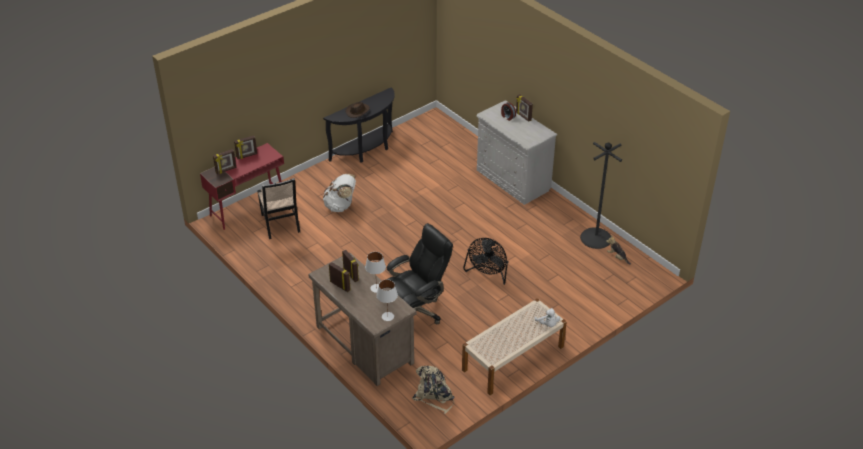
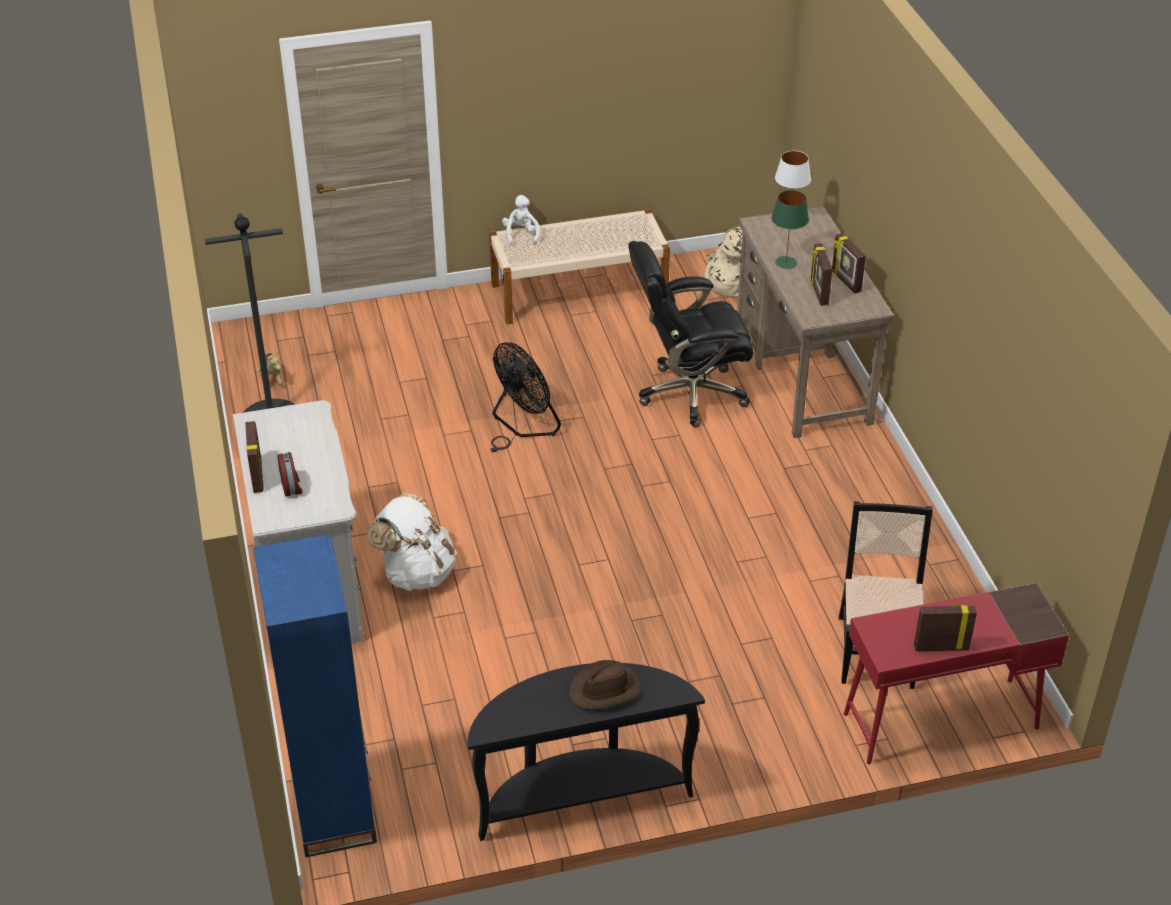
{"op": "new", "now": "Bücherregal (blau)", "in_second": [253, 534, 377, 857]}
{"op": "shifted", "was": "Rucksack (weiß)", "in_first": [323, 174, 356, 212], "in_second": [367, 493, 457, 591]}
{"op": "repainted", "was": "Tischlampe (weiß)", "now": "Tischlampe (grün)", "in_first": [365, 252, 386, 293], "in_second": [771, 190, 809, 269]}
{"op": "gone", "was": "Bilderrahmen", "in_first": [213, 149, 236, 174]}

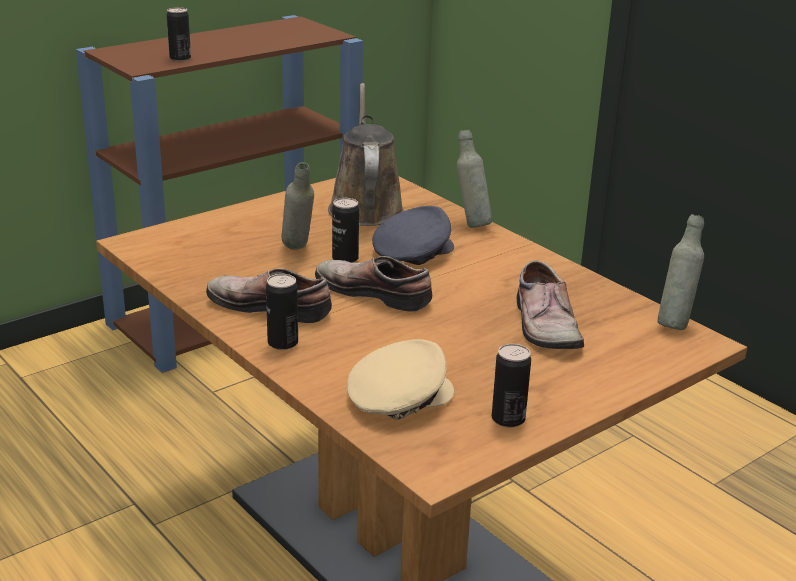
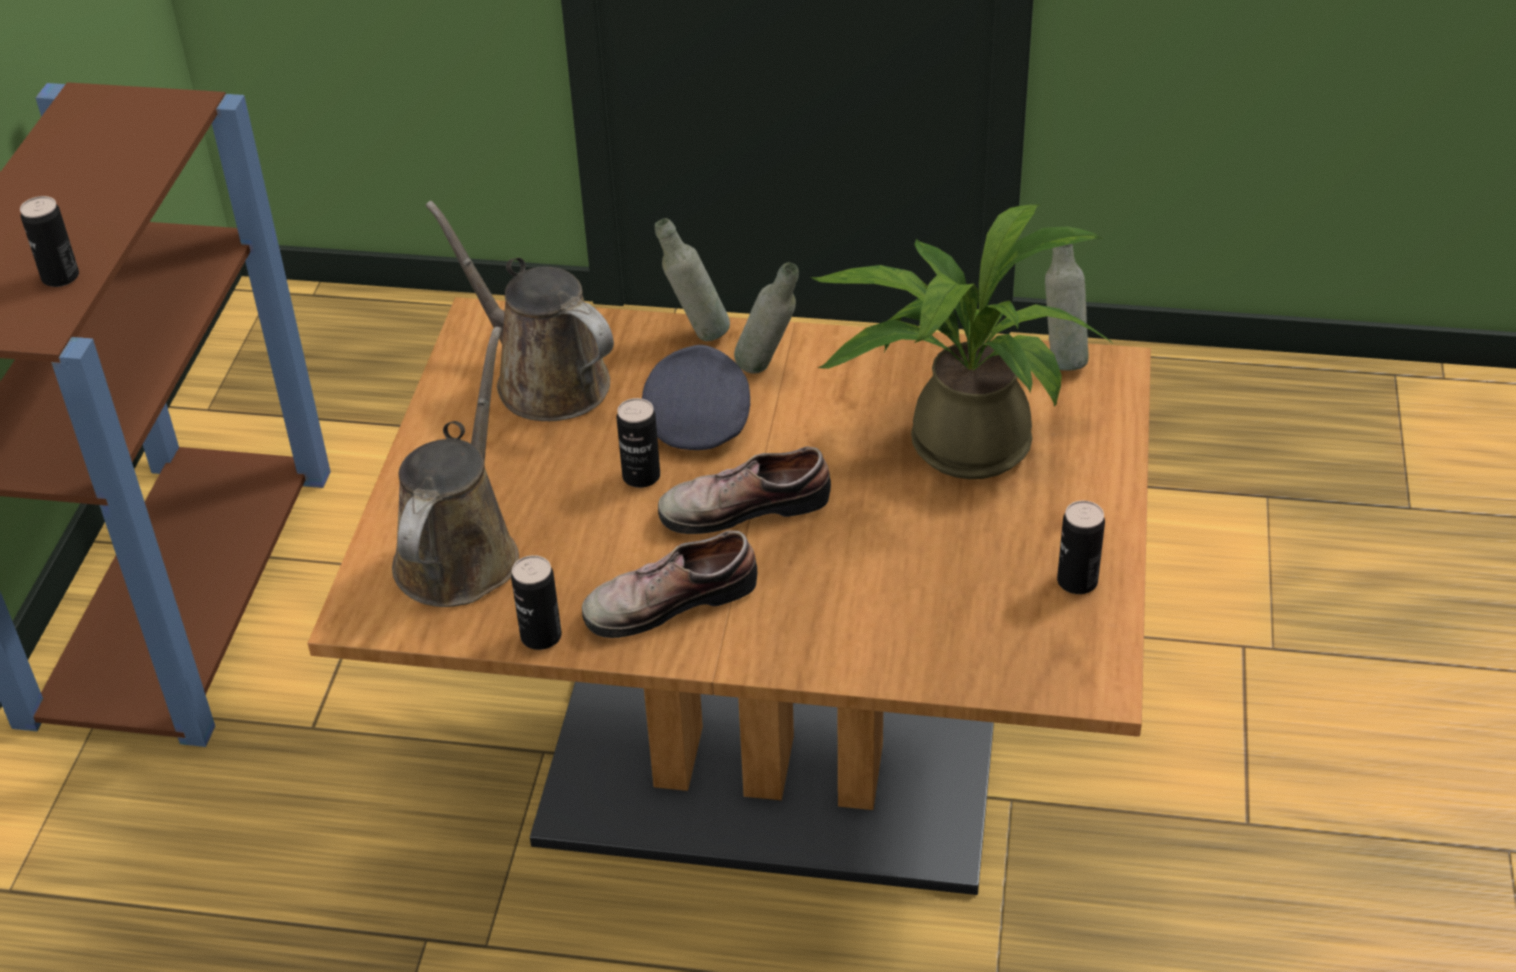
{"op": "new", "now": "Gießkanne (braun)", "in_second": [392, 327, 519, 607]}
{"op": "shifted", "was": "Dose", "in_first": [266, 274, 298, 350], "in_second": [511, 555, 562, 650]}
{"op": "shifted", "was": "Flasche (grau)", "in_first": [281, 162, 314, 250], "in_second": [734, 262, 799, 374]}
{"op": "swapped", "was": "Schuh", "now": "Topfpflanze", "in_first": [517, 261, 584, 349], "in_second": [811, 204, 1114, 479]}
{"op": "gone", "was": "Kappe (beige)", "in_first": [347, 339, 454, 420]}

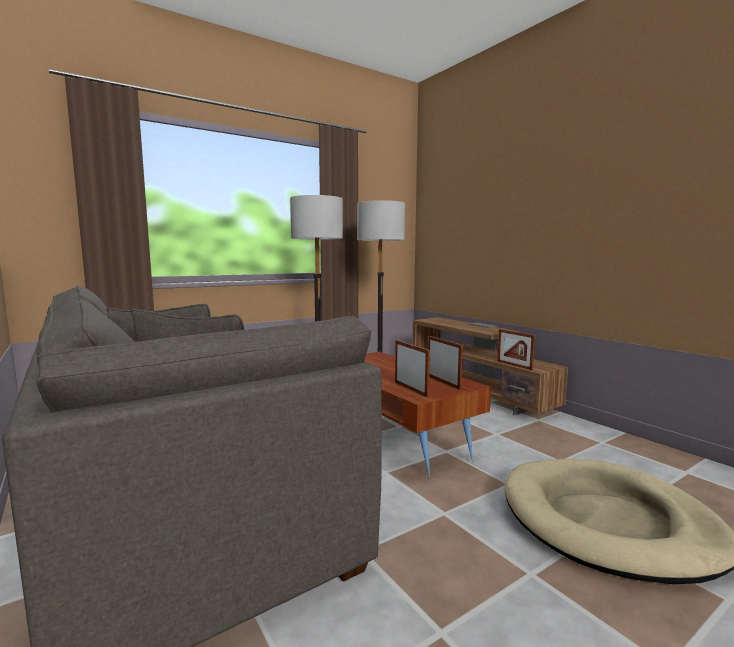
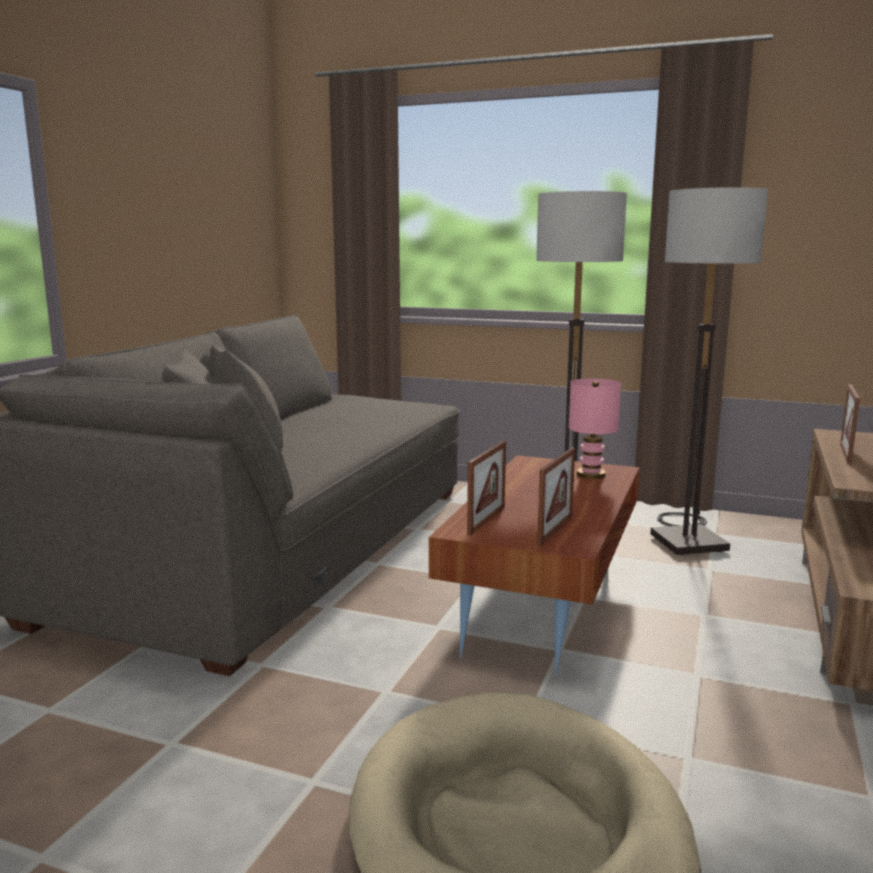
{"op": "new", "now": "Tischlampe (rosa)", "in_second": [569, 378, 621, 479]}
{"op": "shifted", "was": "Bilderrahmen", "in_first": [497, 329, 535, 370], "in_second": [840, 384, 860, 464]}

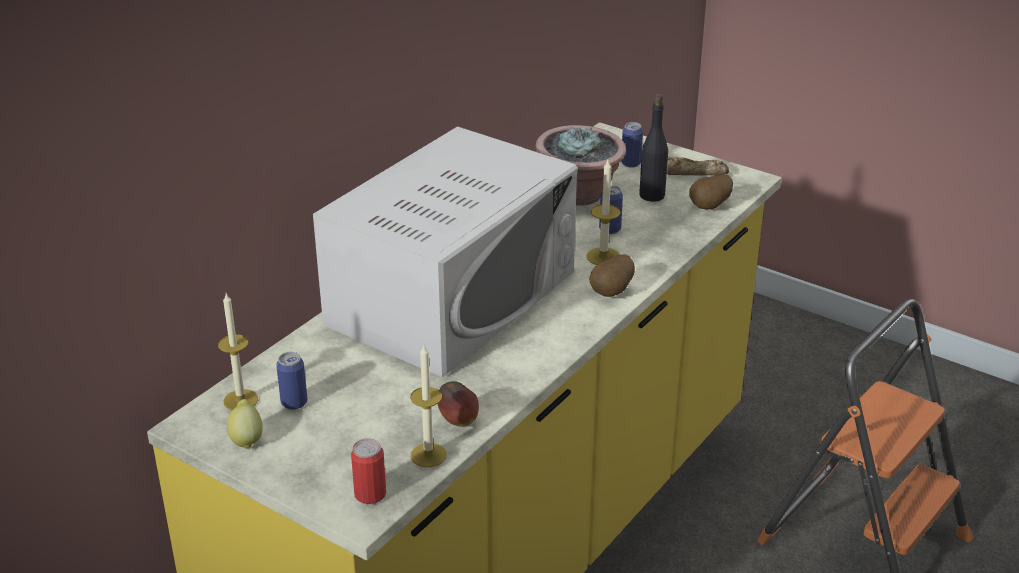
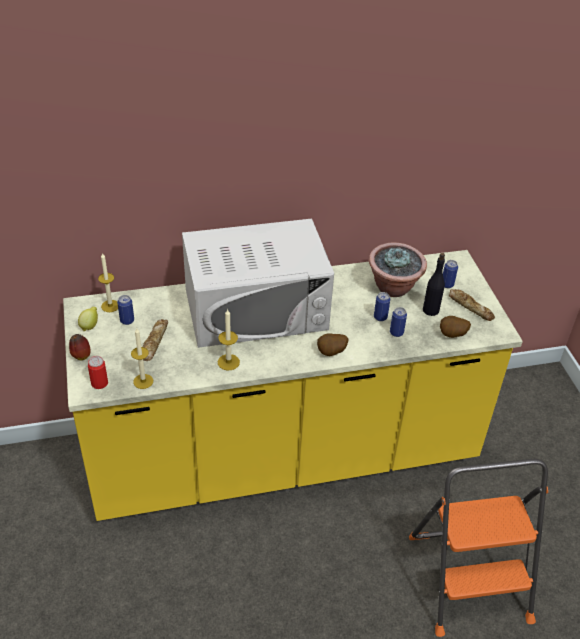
{"op": "shifted", "was": "Apfel", "in_first": [438, 381, 479, 427], "in_second": [69, 334, 91, 360]}
{"op": "new", "now": "Brot", "in_second": [143, 319, 168, 361]}
{"op": "shifted", "was": "Kerze", "in_first": [587, 160, 620, 265], "in_second": [218, 309, 240, 370]}
{"op": "new", "now": "Dose", "in_second": [390, 307, 407, 337]}

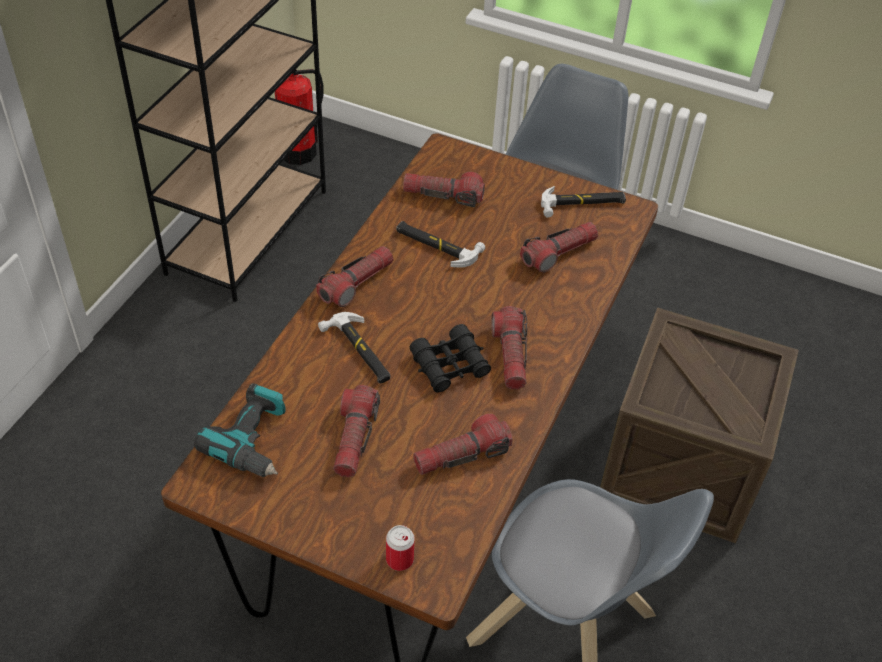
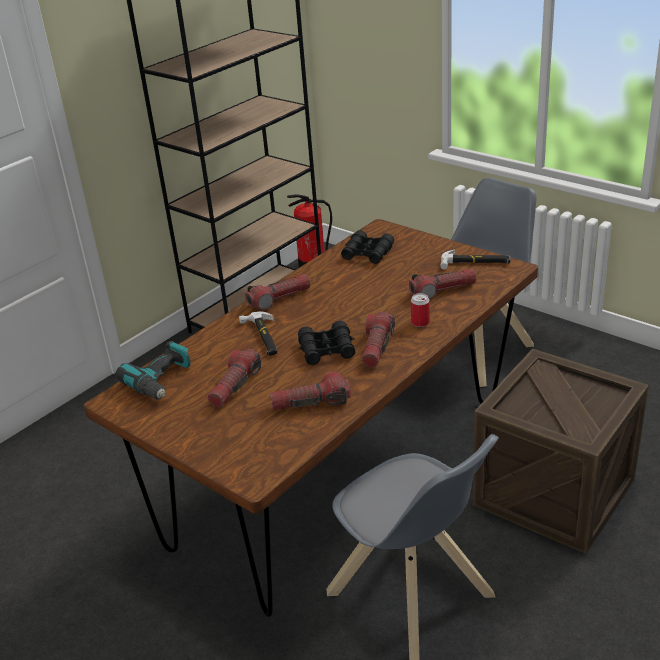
{"op": "swapped", "was": "Taschenlampe", "now": "Fernglas (schwarz)", "in_first": [403, 172, 485, 207], "in_second": [341, 230, 394, 264]}
{"op": "shifted", "was": "Dose", "in_first": [386, 525, 415, 571], "in_second": [411, 293, 430, 327]}
{"op": "gone", "was": "Hammer", "in_first": [396, 221, 485, 268]}

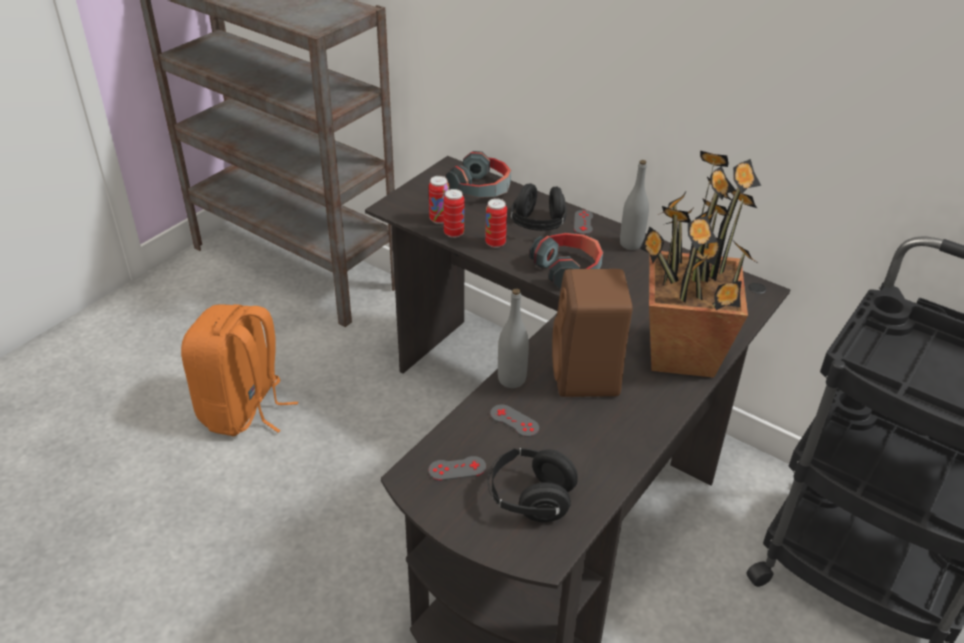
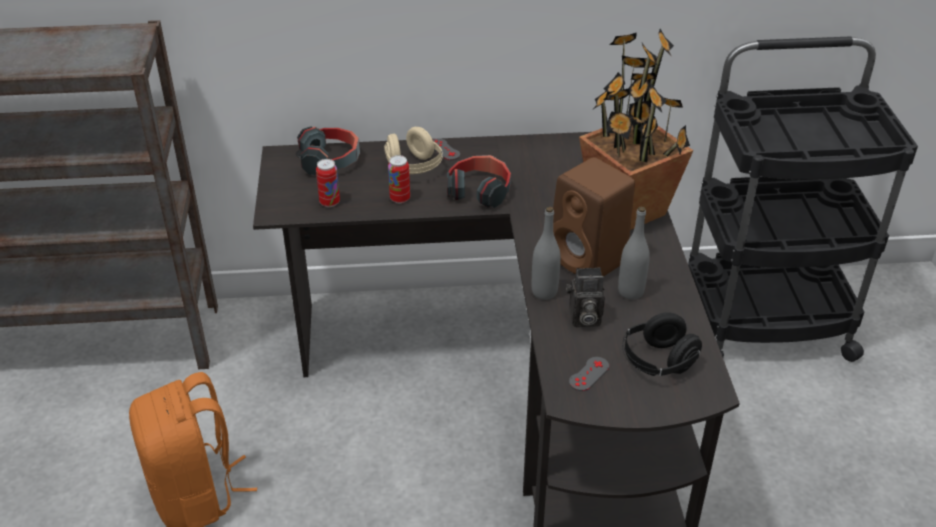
{"op": "repainted", "was": "Kopfhörer (schwarz)", "now": "Kopfhörer (beige)", "in_first": [511, 183, 567, 231], "in_second": [384, 127, 443, 174]}
{"op": "swapped", "was": "Gamepad (grau)", "now": "Kamera", "in_first": [490, 405, 539, 437], "in_second": [567, 267, 605, 327]}
{"op": "shifted", "was": "Flasche (grau)", "in_first": [620, 160, 649, 250], "in_second": [618, 206, 650, 300]}
{"op": "gone", "was": "Dose", "in_first": [443, 189, 464, 238]}

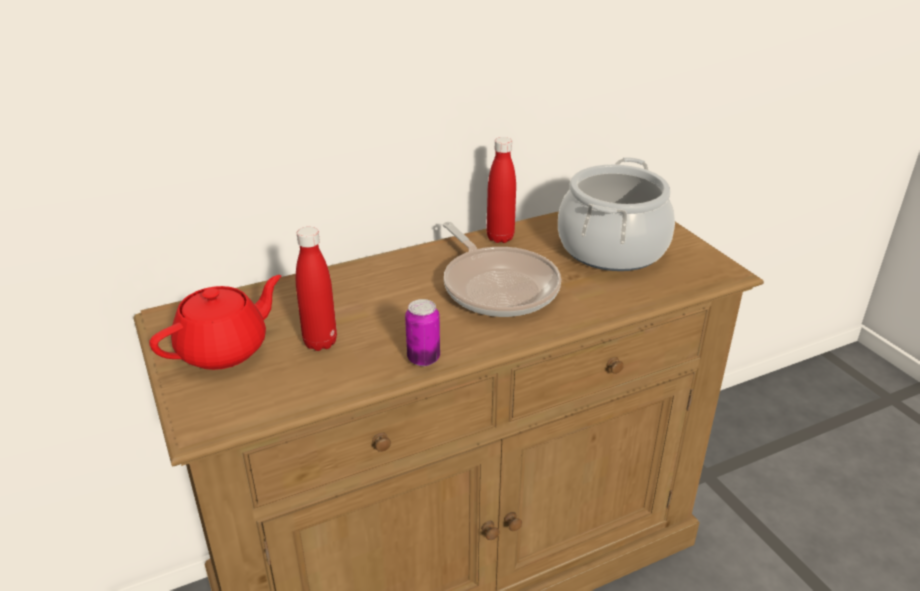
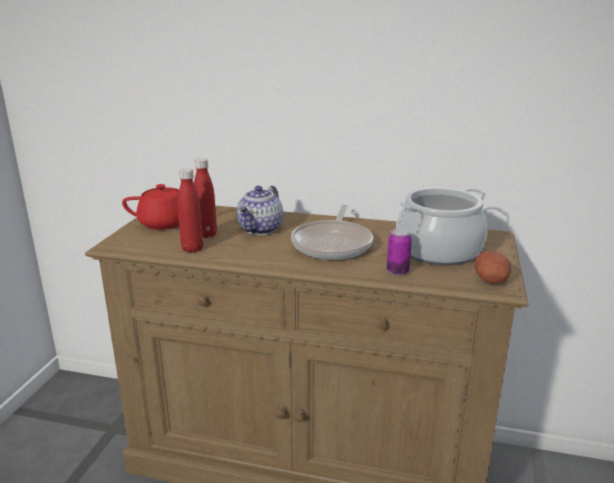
{"op": "shifted", "was": "Flasche (rot)", "in_first": [487, 137, 516, 243], "in_second": [178, 168, 203, 252]}
{"op": "new", "now": "Teekanne", "in_second": [237, 186, 283, 235]}
{"op": "shifted", "was": "Dose", "in_first": [405, 299, 440, 366], "in_second": [387, 229, 412, 275]}
{"op": "new", "now": "Kartoffel", "in_second": [474, 251, 511, 284]}

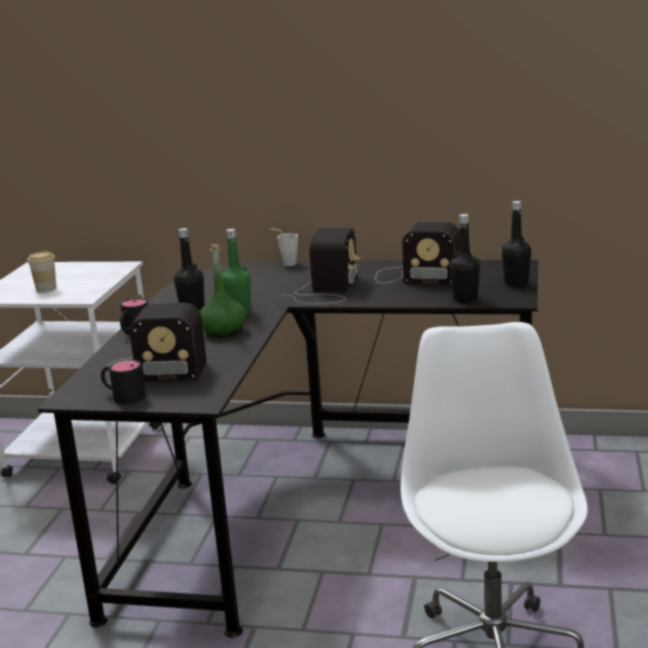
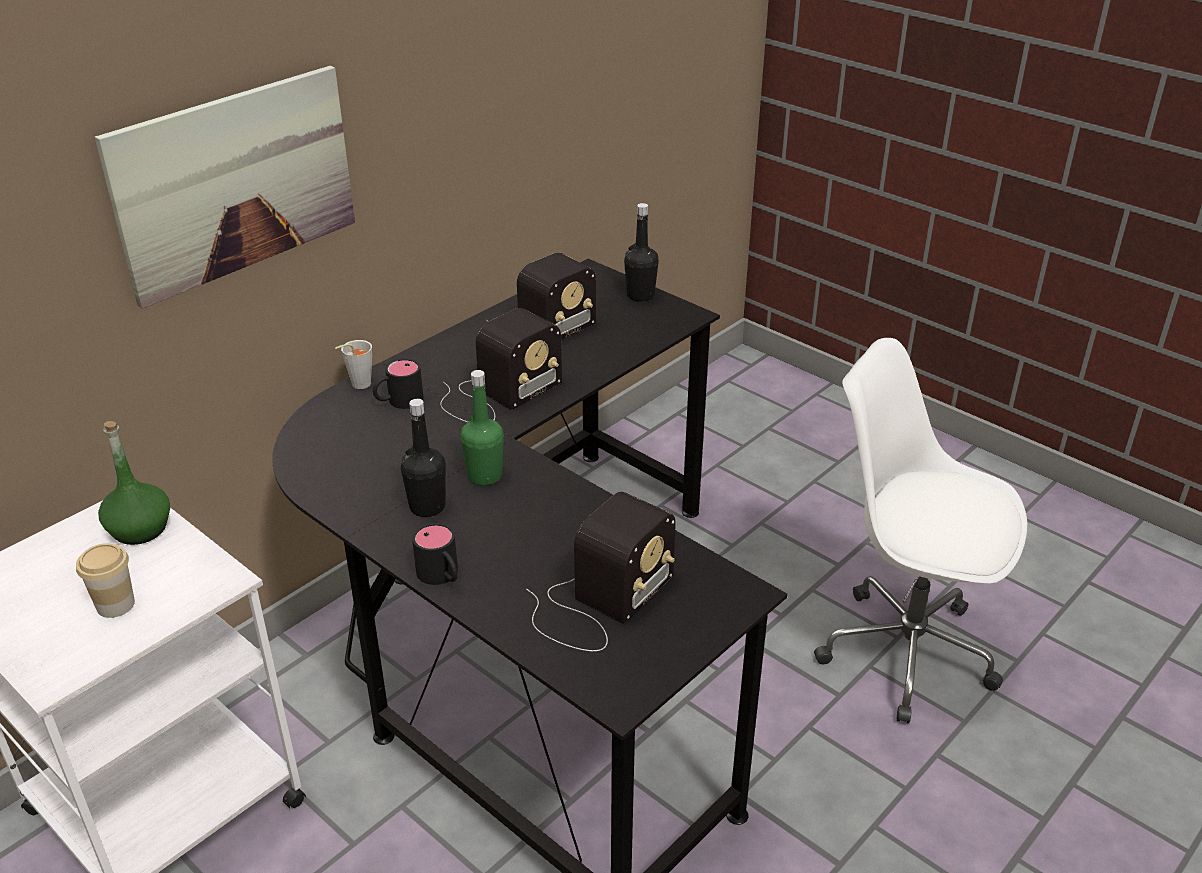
{"op": "new", "now": "Bild", "in_second": [95, 66, 355, 309]}
{"op": "shifted", "was": "Flasche (grün)", "in_first": [200, 244, 246, 337], "in_second": [98, 421, 170, 545]}
{"op": "shifted", "was": "Henkelbecher (schwarz)", "in_first": [101, 359, 146, 404], "in_second": [373, 358, 424, 409]}
{"op": "rotated", "was": "Radio", "in_first": [284, 228, 360, 304], "in_second": [440, 308, 562, 422], "clockwise": 90}
{"op": "gone", "was": "Flasche (schwarz)", "in_first": [449, 214, 480, 303]}

